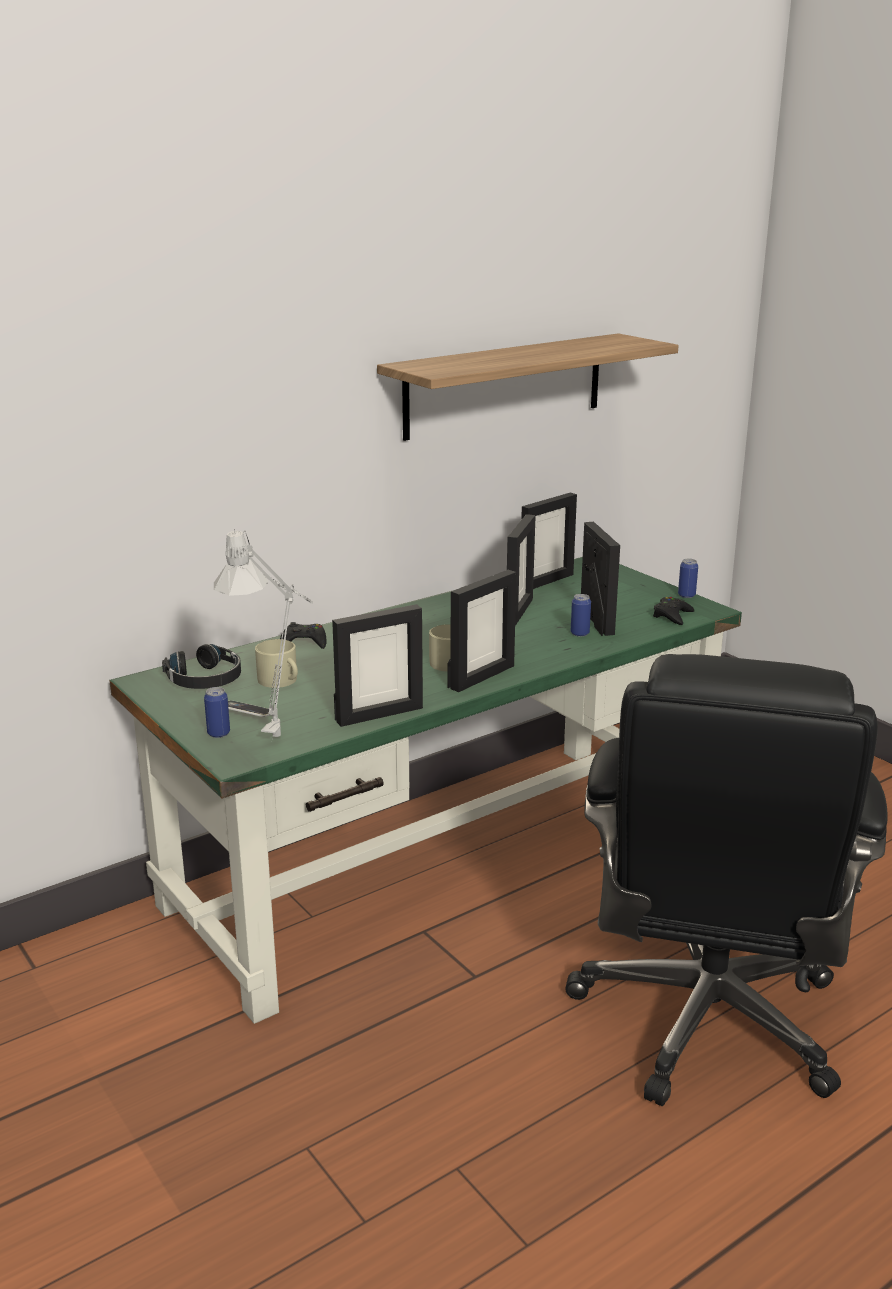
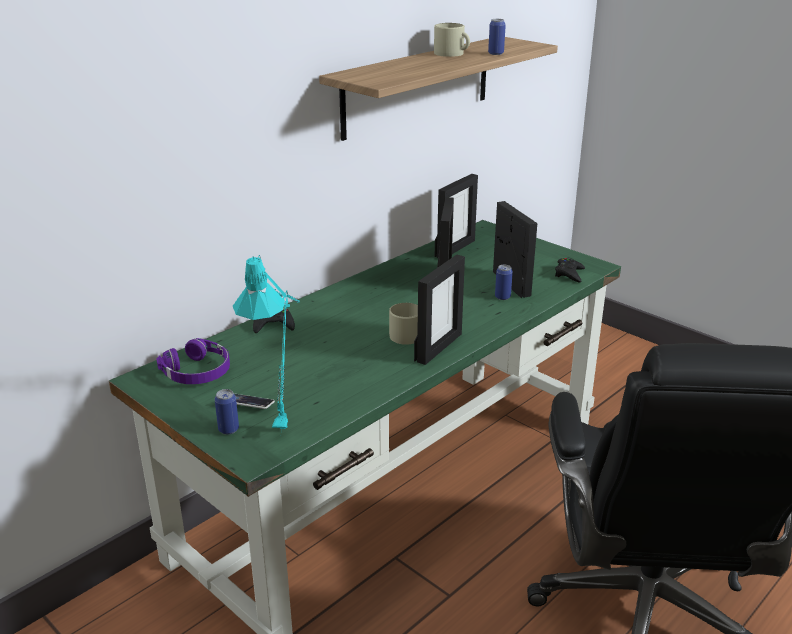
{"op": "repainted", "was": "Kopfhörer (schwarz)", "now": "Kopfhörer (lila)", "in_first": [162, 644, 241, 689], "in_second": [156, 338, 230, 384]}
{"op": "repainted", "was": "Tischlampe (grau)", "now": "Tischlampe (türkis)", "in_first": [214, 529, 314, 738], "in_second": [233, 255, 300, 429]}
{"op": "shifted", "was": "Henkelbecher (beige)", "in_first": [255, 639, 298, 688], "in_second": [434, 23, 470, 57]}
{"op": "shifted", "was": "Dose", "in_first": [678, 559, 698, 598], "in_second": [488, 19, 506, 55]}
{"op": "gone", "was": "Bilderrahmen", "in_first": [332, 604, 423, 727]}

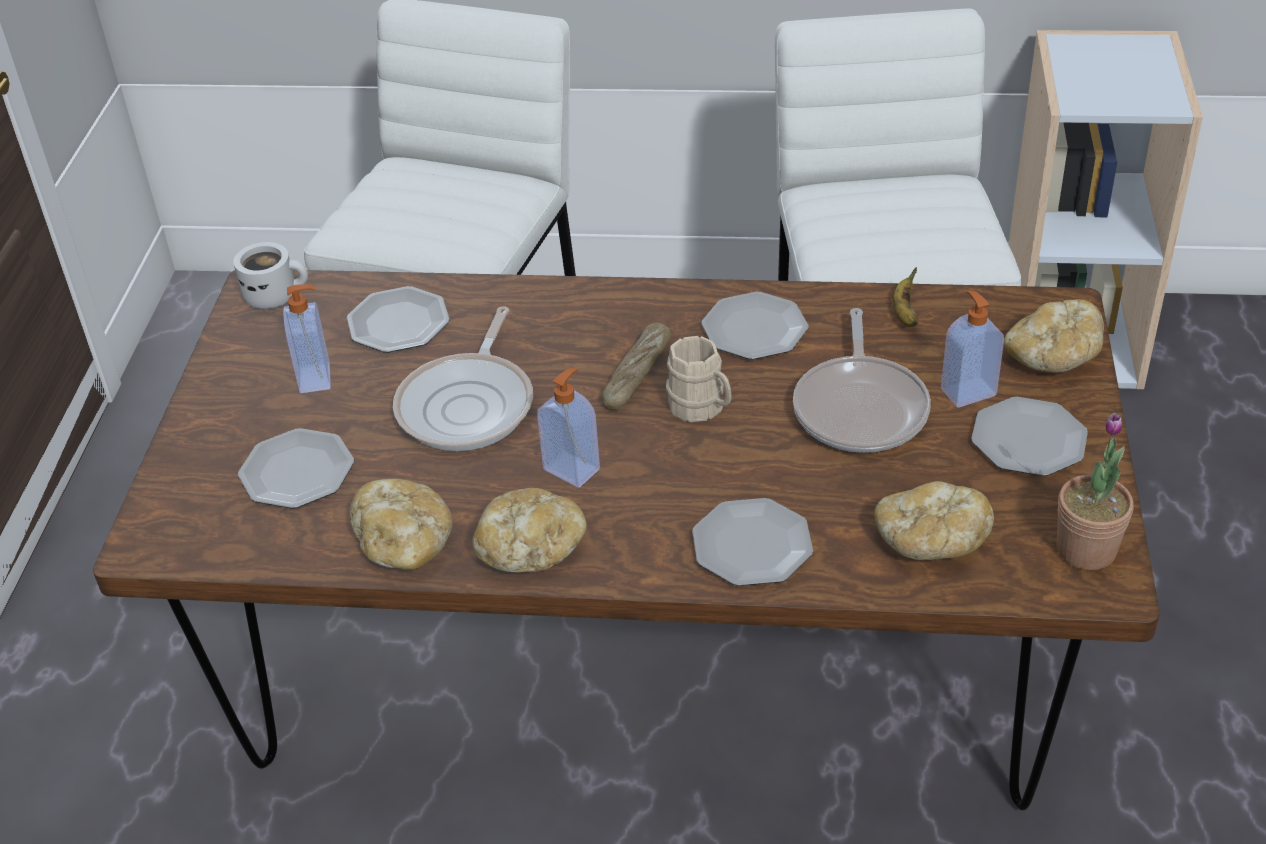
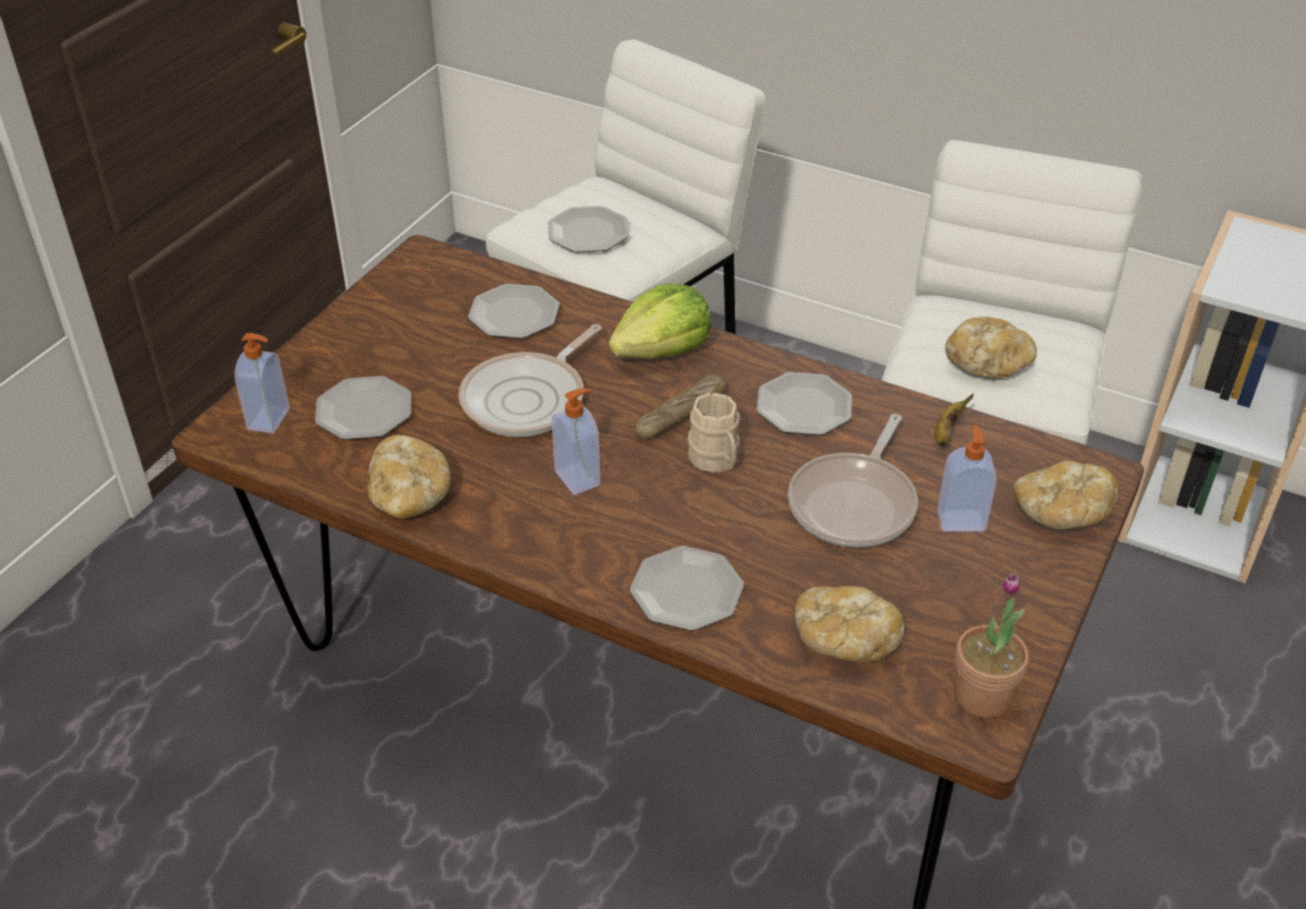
{"op": "shifted", "was": "Seifenspender", "in_first": [283, 284, 331, 393], "in_second": [234, 333, 290, 434]}
{"op": "shifted", "was": "Teller", "in_first": [971, 397, 1088, 476], "in_second": [548, 206, 629, 253]}
{"op": "new", "now": "Salatkopf", "in_second": [609, 283, 712, 359]}
{"op": "shifted", "was": "Brot", "in_first": [472, 488, 587, 573], "in_second": [945, 317, 1037, 379]}
{"op": "gone", "was": "Henkelbecher (weiß)", "in_first": [233, 242, 308, 309]}

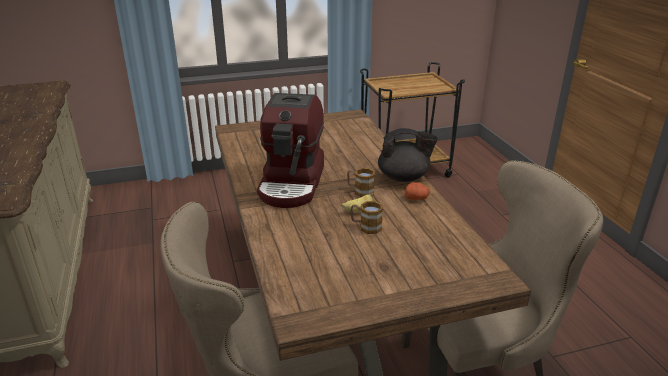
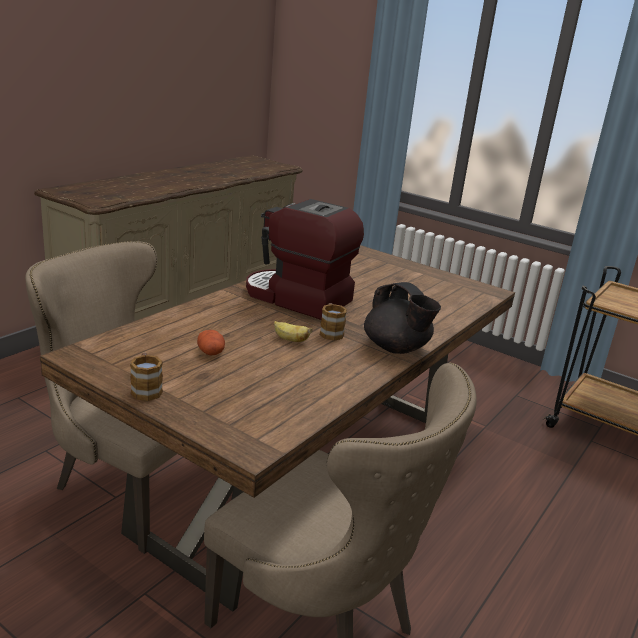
{"op": "shifted", "was": "Henkelbecher", "in_first": [351, 201, 383, 234], "in_second": [130, 353, 163, 401]}
{"op": "shifted", "was": "Kartoffel", "in_first": [405, 182, 430, 200], "in_second": [197, 330, 225, 355]}
{"op": "rotated", "was": "Kaffeemaschine", "in_first": [257, 93, 324, 208], "in_second": [246, 199, 364, 320], "clockwise": 60}

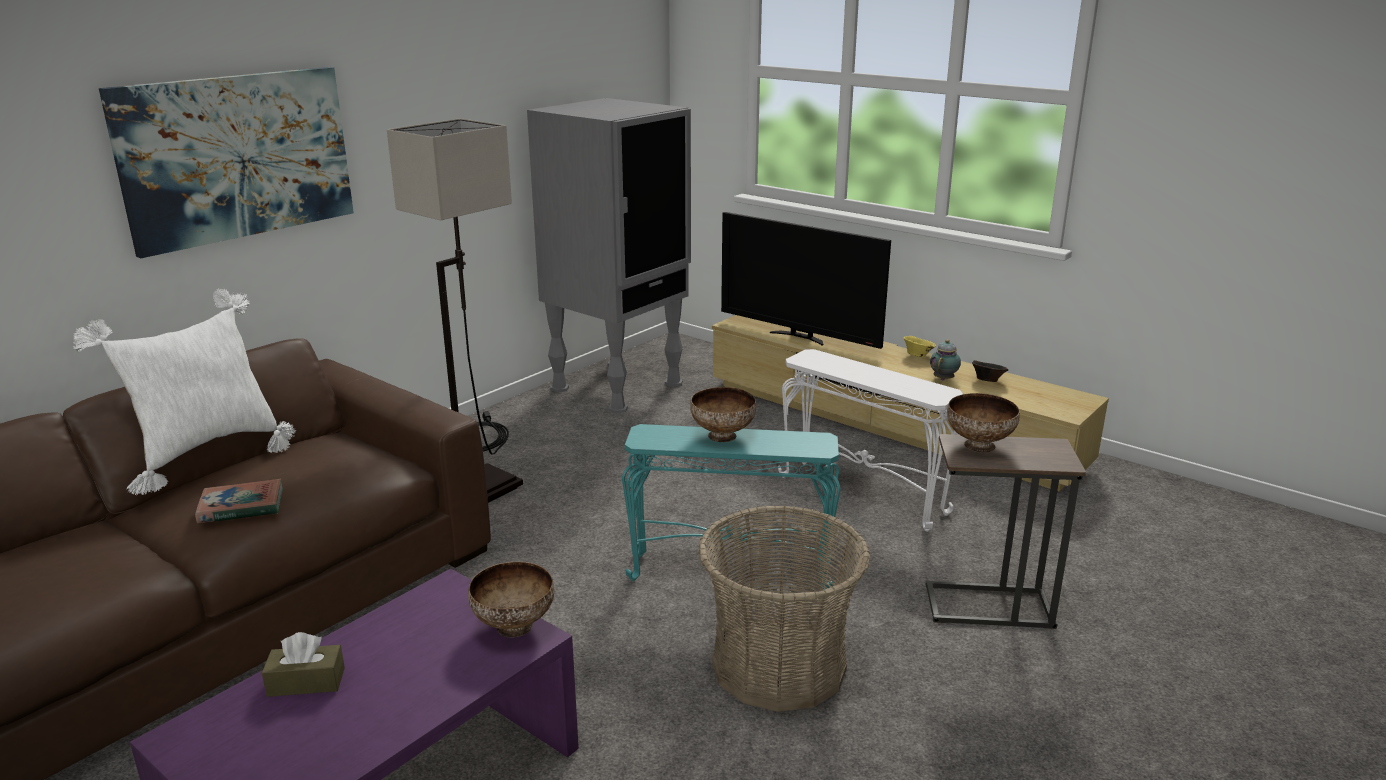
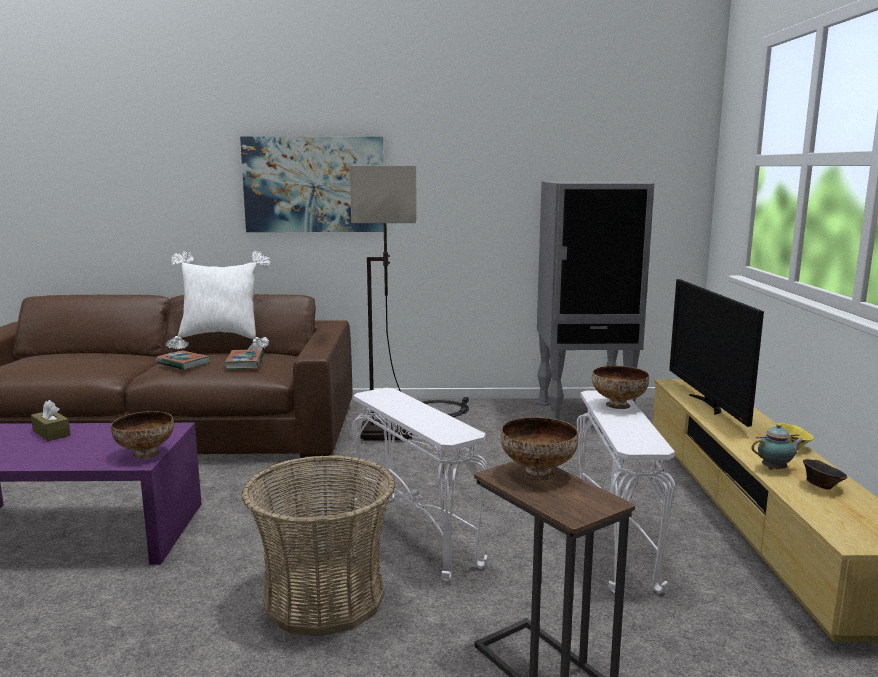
{"op": "new", "now": "Buch", "in_second": [224, 350, 264, 369]}
{"op": "repainted", "was": "Beistelltisch (türkis)", "now": "Beistelltisch (weiß)", "in_first": [622, 424, 840, 589], "in_second": [352, 388, 488, 582]}
{"op": "shifted", "was": "Schüssel", "in_first": [690, 387, 757, 442], "in_second": [592, 366, 649, 409]}

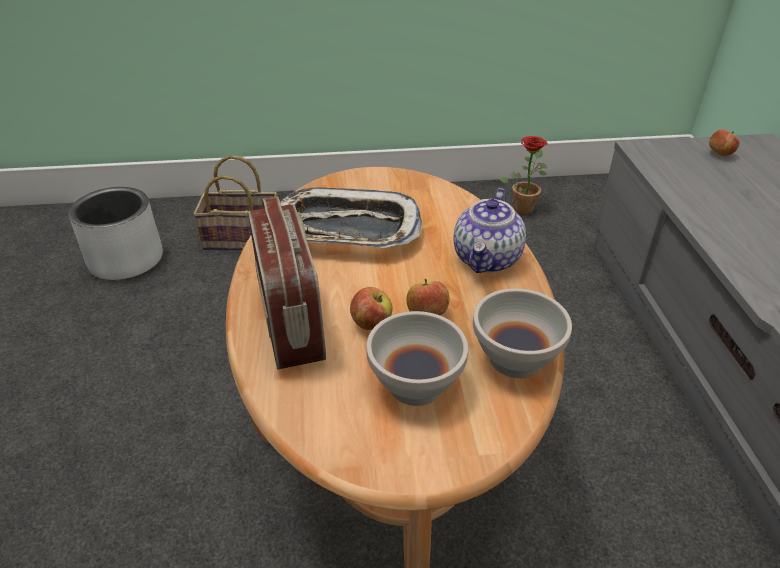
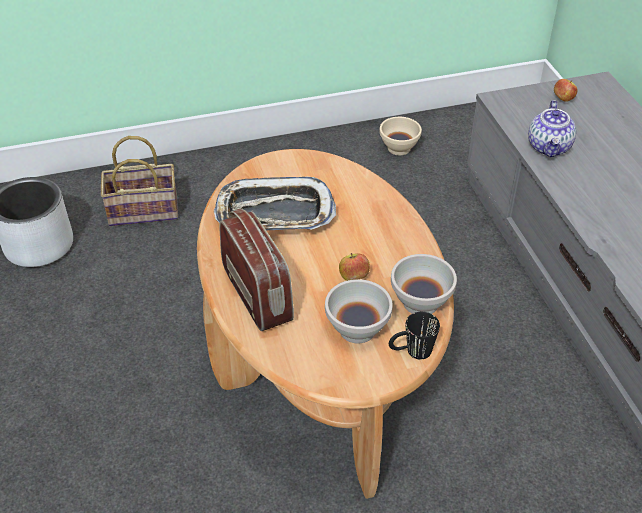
{"op": "swapped", "was": "Topfpflanze", "now": "Schüssel (beige)", "in_first": [500, 136, 548, 215], "in_second": [379, 117, 422, 155]}
{"op": "new", "now": "Henkelbecher (schwarz)", "in_second": [389, 312, 440, 360]}
{"op": "shifted", "was": "Teekanne", "in_first": [453, 188, 526, 273], "in_second": [528, 100, 576, 157]}
{"op": "gone", "was": "Apfel", "in_first": [350, 287, 392, 330]}

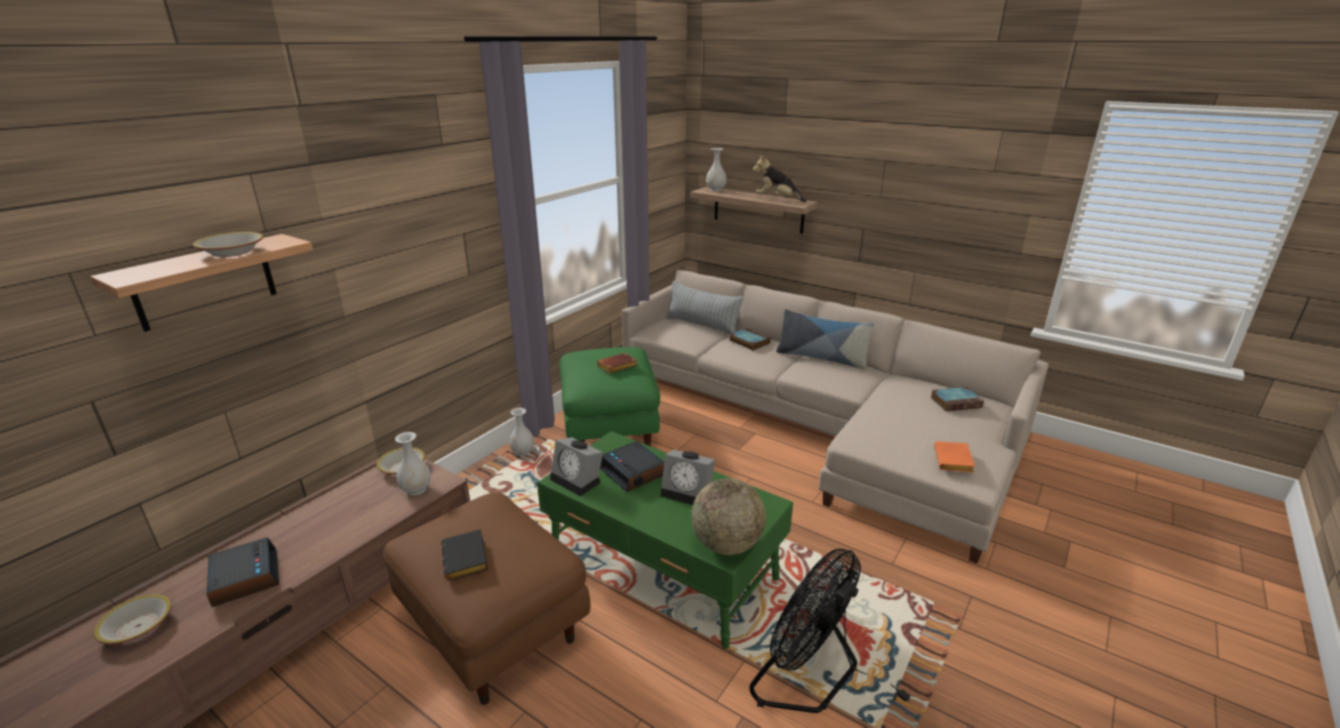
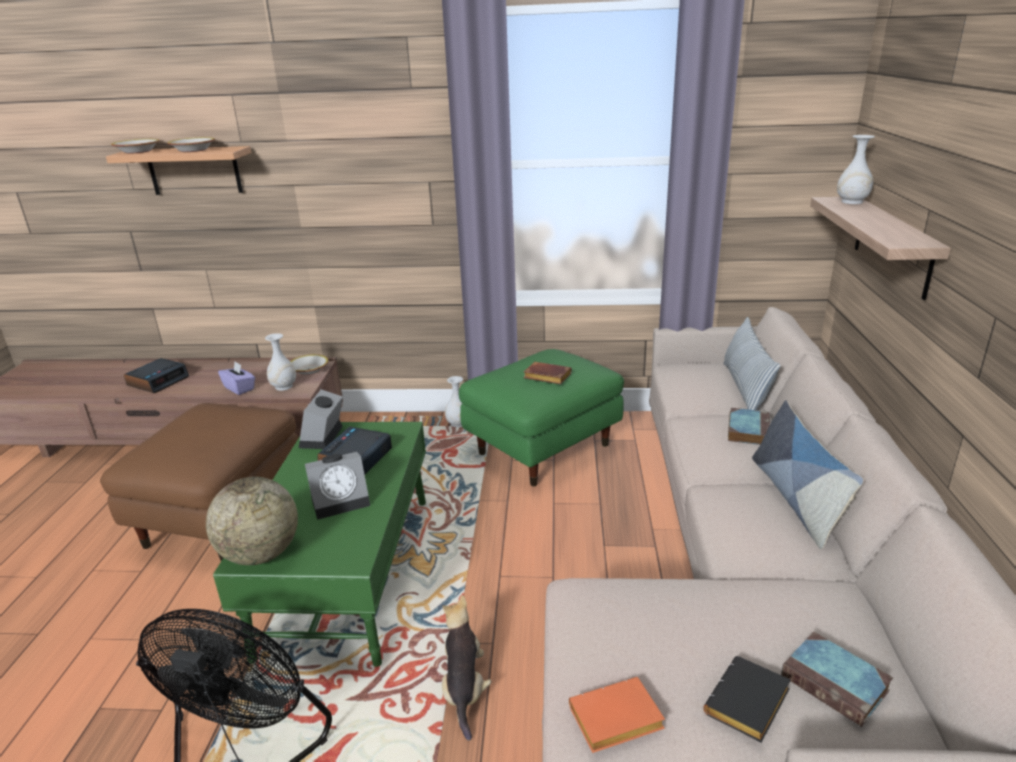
{"op": "shifted", "was": "Schüssel", "in_first": [94, 594, 172, 644], "in_second": [111, 139, 160, 153]}
{"op": "new", "now": "Taschentuchbox (lila)", "in_second": [218, 362, 255, 395]}
{"op": "rotated", "was": "Wecker", "in_first": [660, 450, 715, 505], "in_second": [305, 452, 370, 520], "clockwise": -105}
{"op": "shifted", "was": "Plüschtier", "in_first": [753, 155, 807, 202], "in_second": [442, 595, 492, 741]}
{"op": "shifted", "was": "Buch (schwarz)", "in_first": [441, 529, 488, 581], "in_second": [703, 656, 791, 742]}

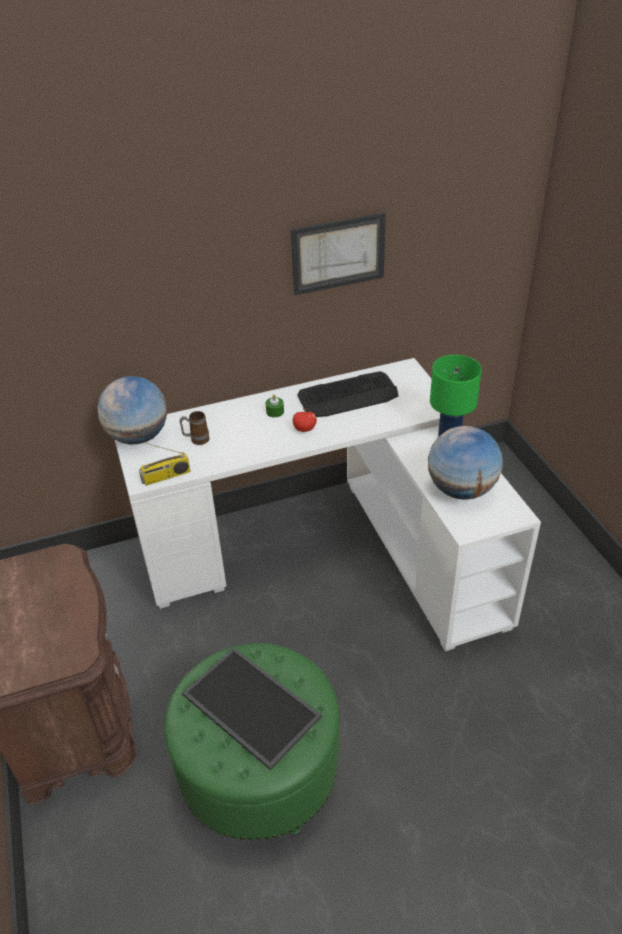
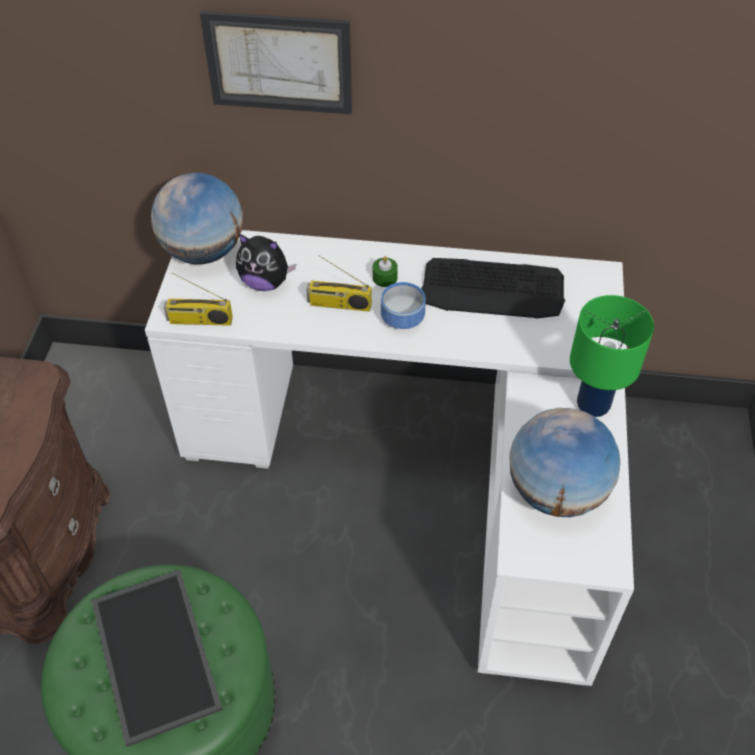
{"op": "shifted", "was": "Bild", "in_first": [291, 212, 386, 295], "in_second": [200, 11, 352, 114]}
{"op": "swapped", "was": "Henkelbecher", "now": "Plüschtier", "in_first": [179, 411, 209, 445], "in_second": [236, 233, 296, 291]}
{"op": "new", "now": "Radio", "in_second": [306, 255, 372, 312]}
{"op": "swapped", "was": "Apfel", "now": "Schüssel", "in_first": [293, 408, 317, 432], "in_second": [381, 282, 425, 329]}

